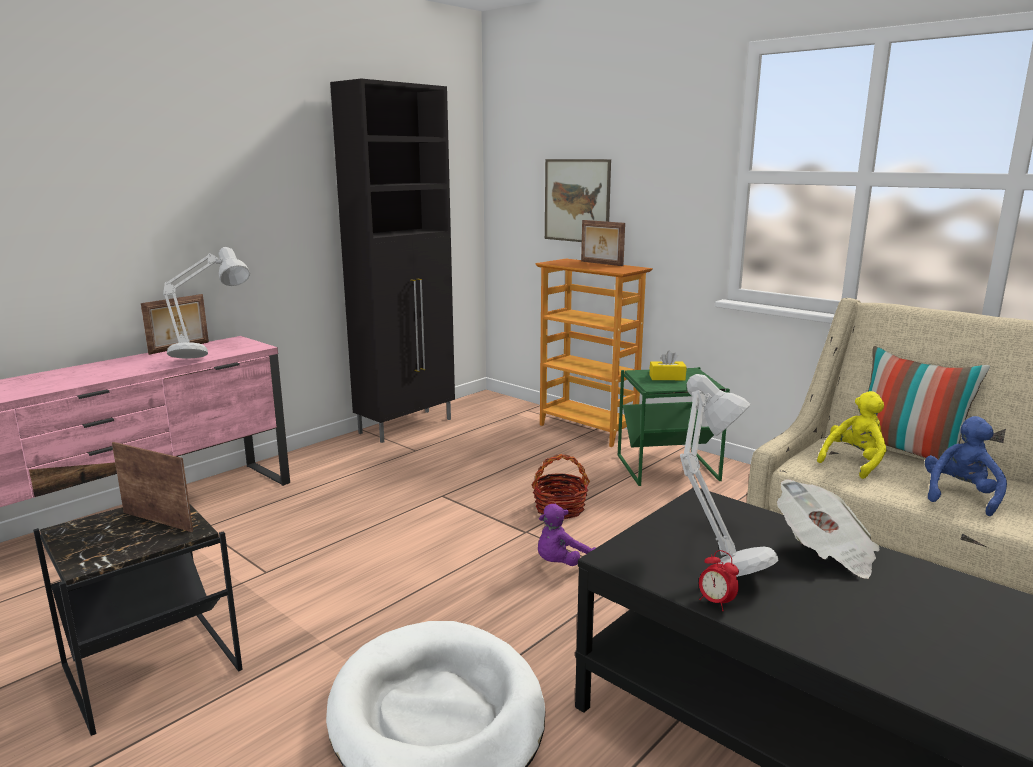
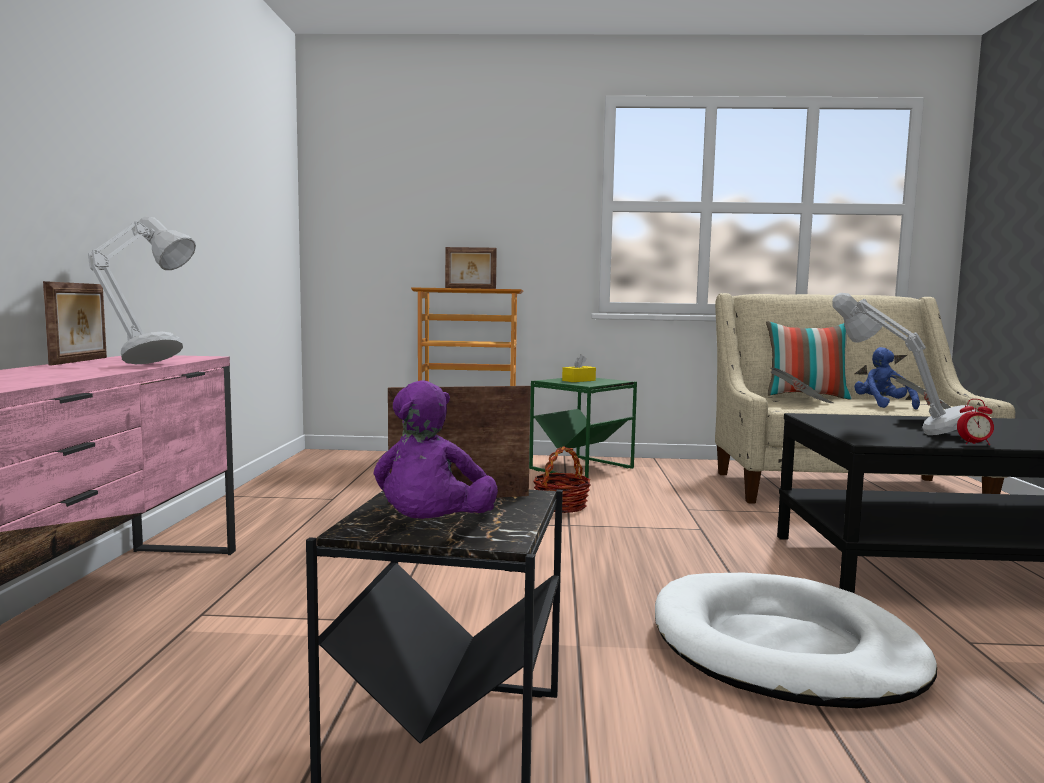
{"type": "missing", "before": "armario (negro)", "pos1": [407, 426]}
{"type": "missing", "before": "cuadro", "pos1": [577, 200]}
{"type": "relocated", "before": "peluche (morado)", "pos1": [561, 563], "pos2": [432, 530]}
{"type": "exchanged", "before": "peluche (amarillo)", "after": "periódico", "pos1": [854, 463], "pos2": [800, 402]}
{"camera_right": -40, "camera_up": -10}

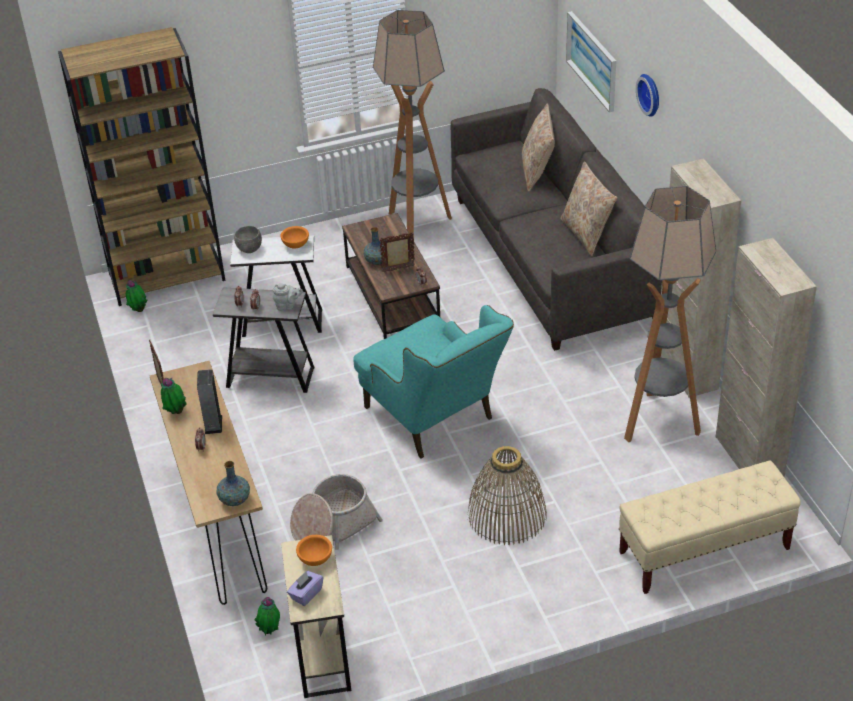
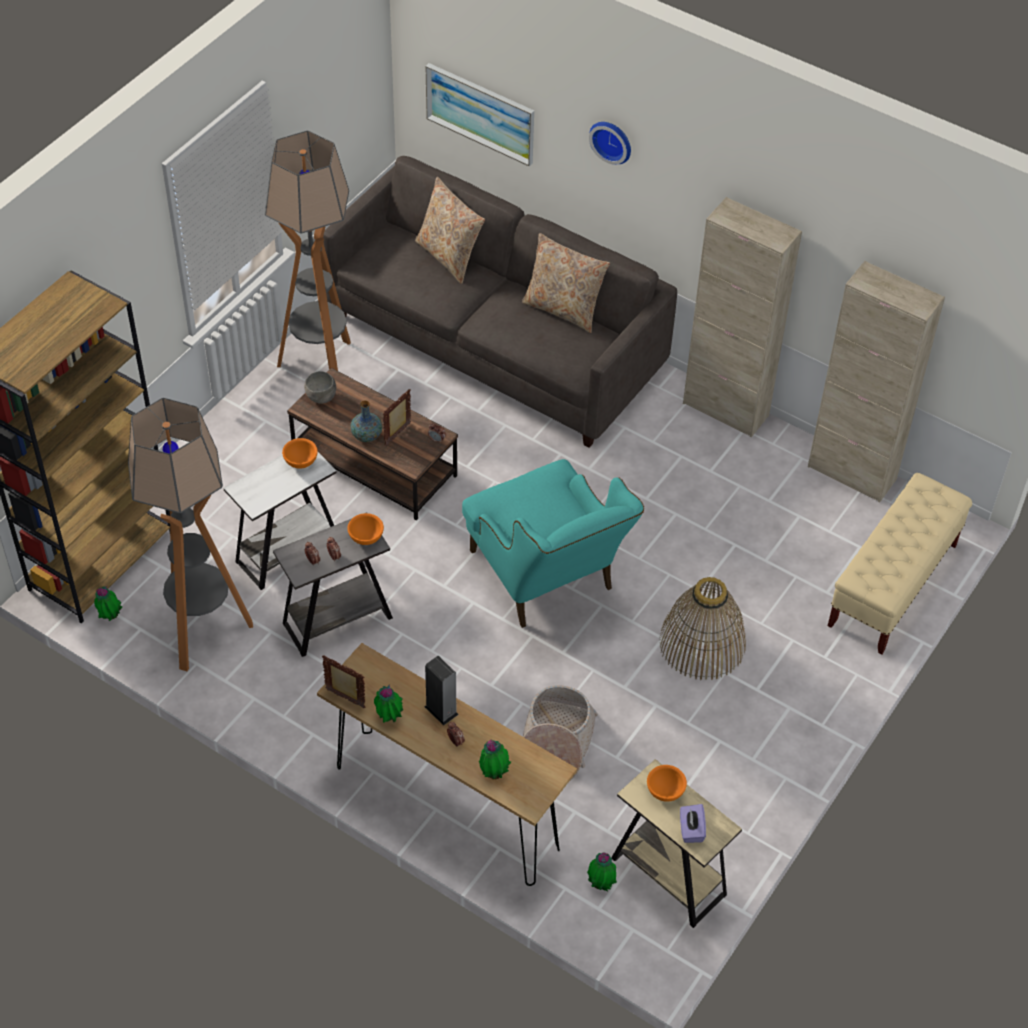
{"type": "missing", "before": "florero", "pos1": [234, 500]}
{"type": "appeared", "after": "planta en maceta", "pos2": [494, 773]}
{"type": "relocated", "before": "cuenco (gris)", "pos1": [249, 249], "pos2": [321, 398]}
{"type": "relocated", "before": "lámpara de pie", "pos1": [658, 422], "pos2": [203, 632]}
{"type": "exchanged", "before": "tetera (gris)", "after": "cuenco (naranja)", "pos1": [287, 306], "pos2": [365, 538]}
{"type": "spun", "before": "sillón (turquesa)", "pos1": [436, 420], "pos2": [548, 581], "turn": 45}
{"camera_right": -40, "camera_up": 10}

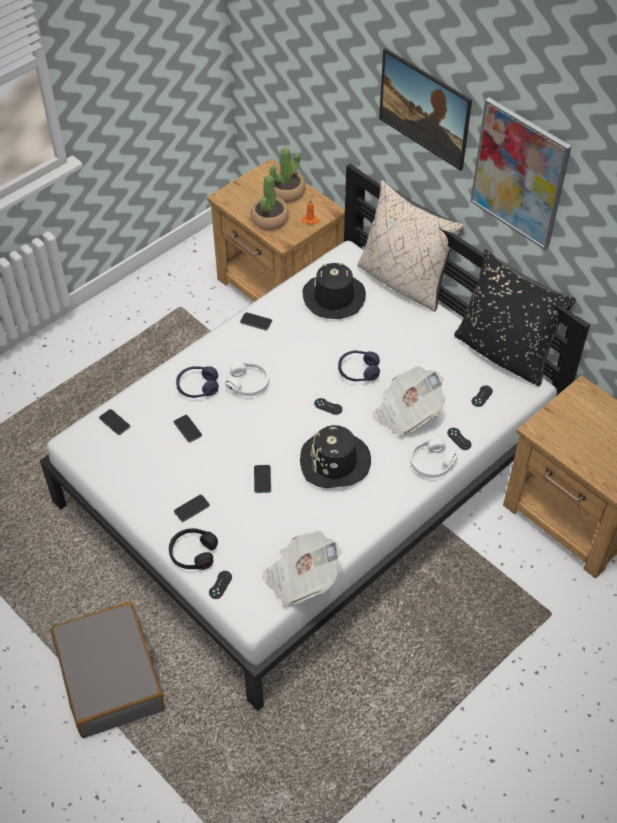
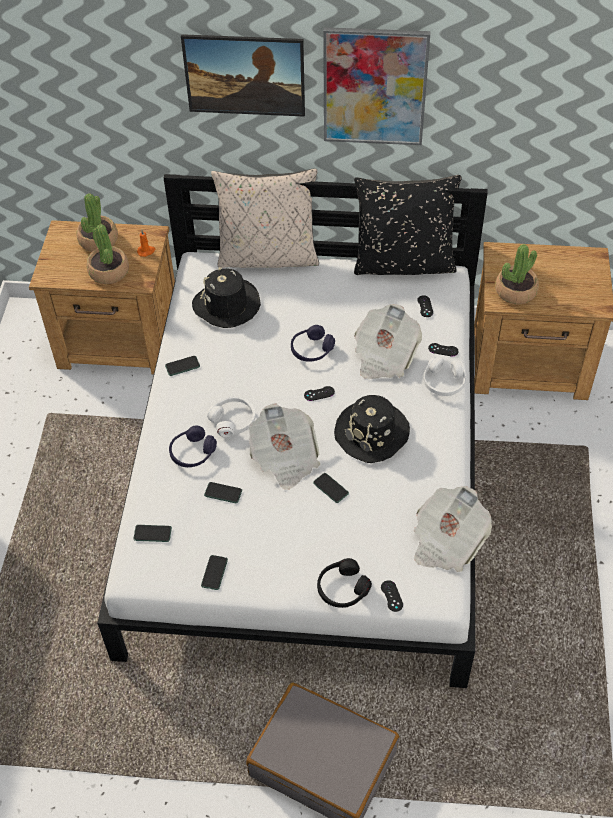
{"type": "appeared", "after": "periódico", "pos2": [285, 458]}
{"type": "appeared", "after": "planta en maceta", "pos2": [515, 291]}
{"type": "relocated", "before": "móvil", "pos1": [191, 508], "pos2": [214, 573]}
{"camera_right": -40, "camera_up": 0}

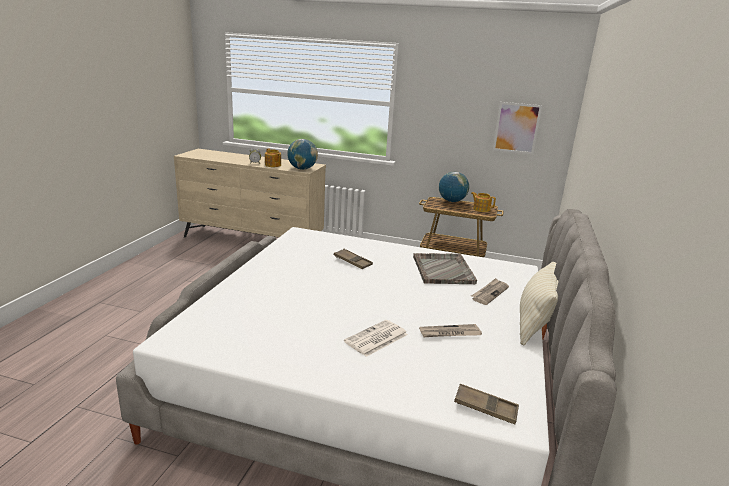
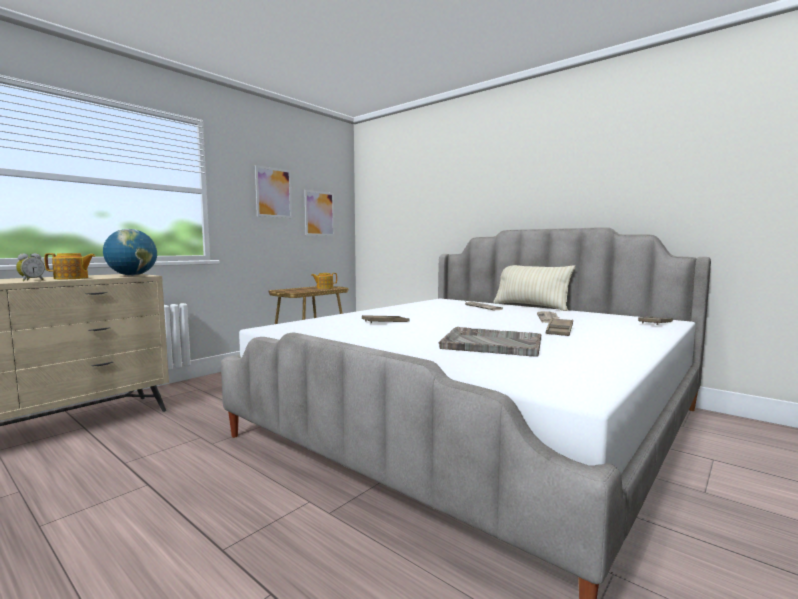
{"type": "missing", "before": "globo terráqueo", "pos1": [452, 201]}
{"type": "appeared", "after": "cuadro", "pos2": [273, 192]}
{"type": "relocated", "before": "bandeja (gris)", "pos1": [443, 269], "pos2": [491, 344]}
{"type": "exchanged", "before": "periódico", "after": "bandeja (marrón)", "pos1": [376, 339], "pos2": [559, 331]}
{"camera_right": -65, "camera_up": -15}

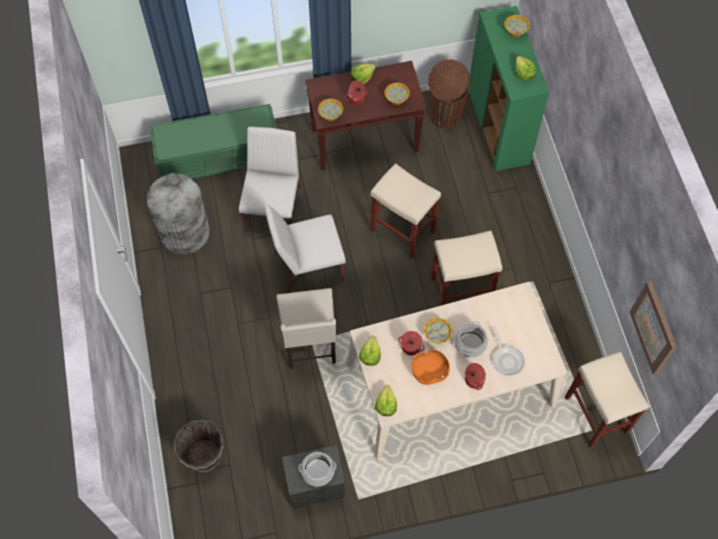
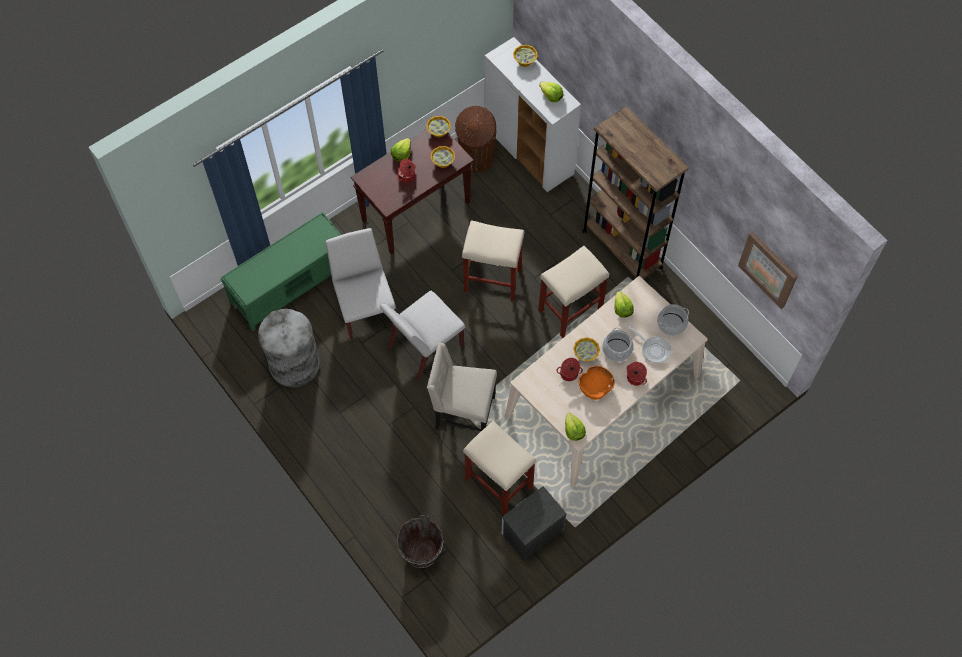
{"type": "appeared", "after": "estantería (marrón)", "pos2": [622, 249]}
{"type": "relocated", "before": "olla", "pos1": [318, 471], "pos2": [671, 324]}
{"type": "relocated", "before": "cuenco", "pos1": [330, 115], "pos2": [438, 132]}
{"type": "relocated", "before": "lechuga", "pos1": [370, 355], "pos2": [622, 309]}
{"type": "relocated", "before": "taburete (beis)", "pos1": [595, 414], "pos2": [498, 483]}
{"type": "colour", "before": "armario (verde)", "after": "armario (blanco)", "pos1": [498, 127], "pos2": [529, 151]}
{"type": "spun", "before": "silla (beis)", "pos1": [310, 343], "pos2": [463, 414], "turn": 135}
{"camera_right": -25, "camera_up": 0}

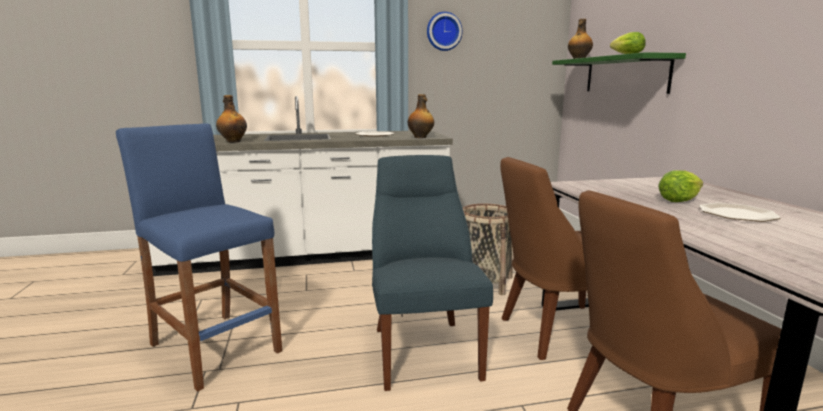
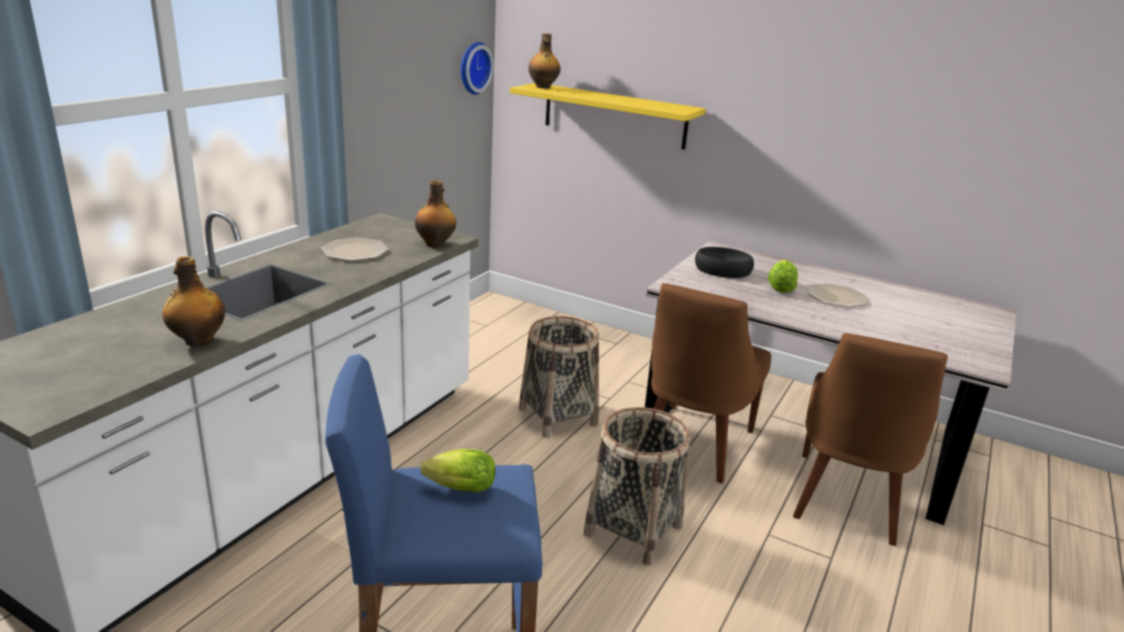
{"type": "appeared", "after": "cuenco (negro)", "pos2": [722, 270]}
{"type": "relocated", "before": "reloj de pared", "pos1": [443, 31], "pos2": [473, 68]}
{"type": "relocated", "before": "lechuga", "pos1": [625, 54], "pos2": [457, 489]}
{"type": "exchanged", "before": "silla (azul)", "after": "cesta", "pos1": [424, 349], "pos2": [633, 529]}
{"type": "colour", "before": "estante (verde)", "after": "estante (amarillo)", "pos1": [625, 75], "pos2": [614, 115]}
{"camera_right": -50, "camera_up": 10}

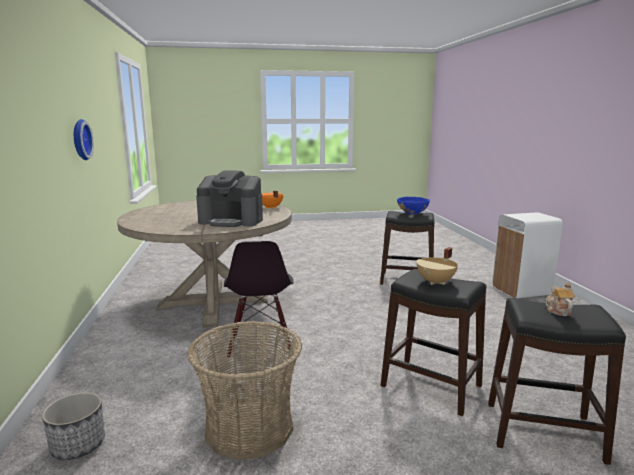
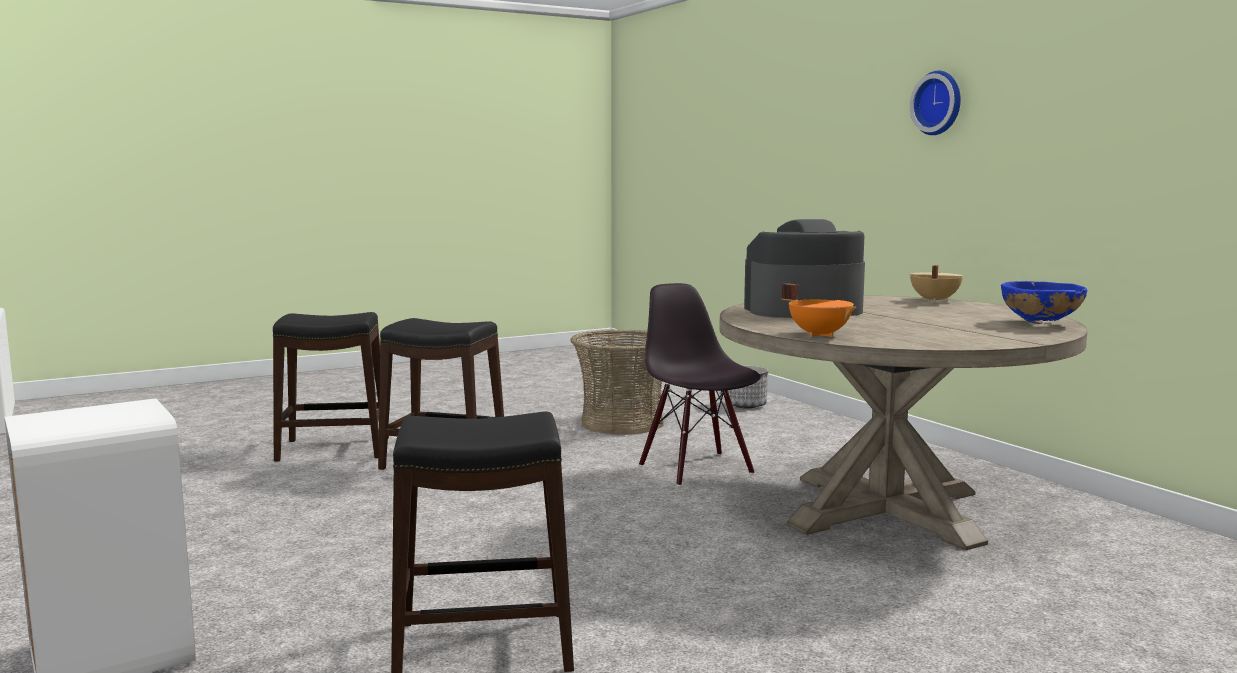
{"type": "missing", "before": "tetera", "pos1": [558, 310]}
{"type": "relocated", "before": "reloj de pared", "pos1": [79, 140], "pos2": [939, 103]}
{"type": "relocated", "before": "cuenco (azul)", "pos1": [412, 214], "pos2": [1040, 323]}
{"type": "relocated", "before": "olla (beis)", "pos1": [436, 282], "pos2": [933, 300]}
{"camera_right": 160, "camera_up": -5}

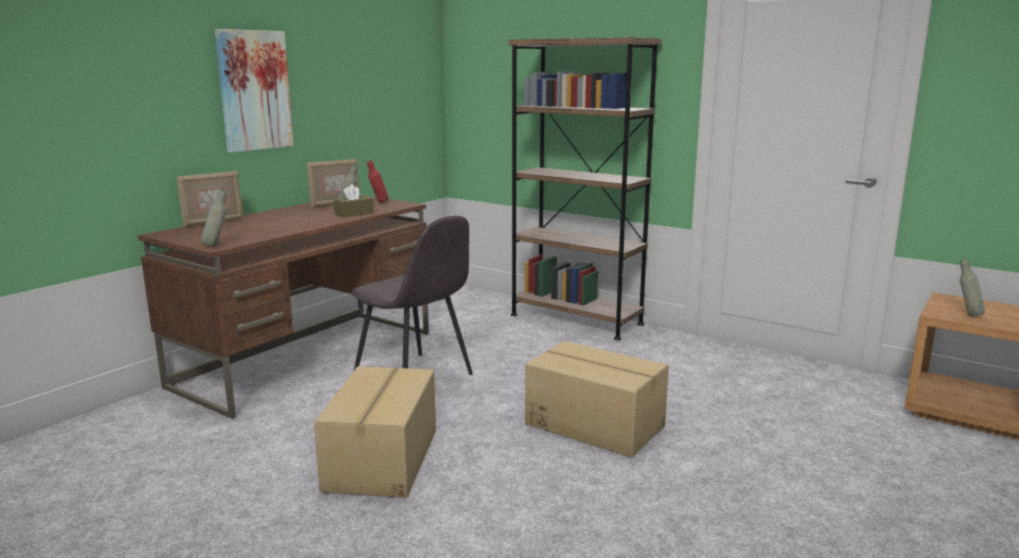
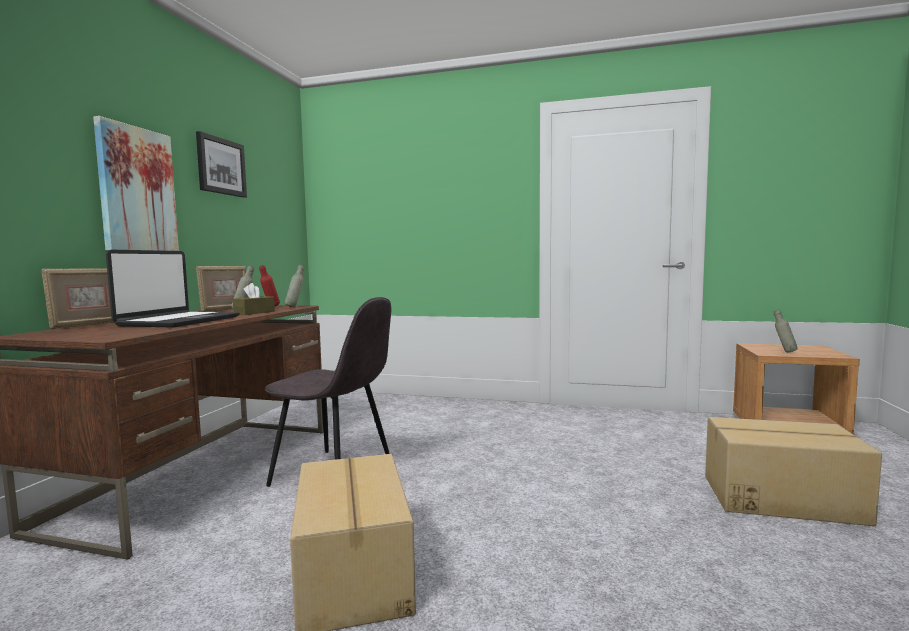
{"type": "missing", "before": "estantería (marrón)", "pos1": [576, 319]}
{"type": "appeared", "after": "portátil", "pos2": [179, 321]}
{"type": "appeared", "after": "cuadro", "pos2": [221, 166]}
{"type": "relocated", "before": "botella (gris)", "pos1": [217, 245], "pos2": [295, 307]}
{"type": "relocated", "before": "caja de cartón", "pos1": [595, 424], "pos2": [780, 498]}
{"camera_right": -20, "camera_up": -10}

